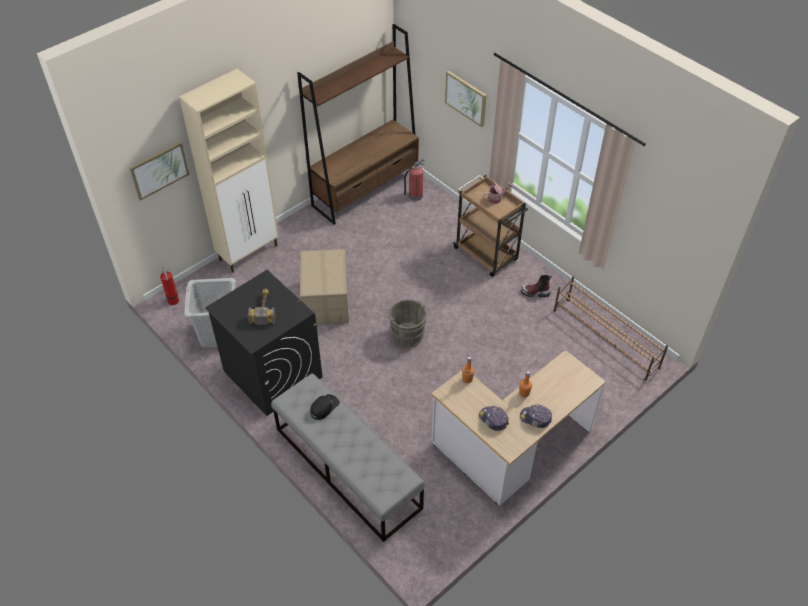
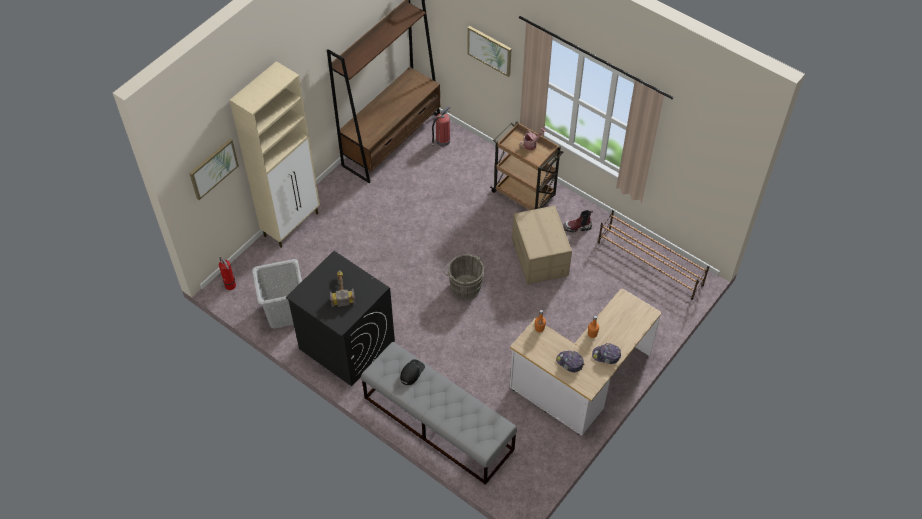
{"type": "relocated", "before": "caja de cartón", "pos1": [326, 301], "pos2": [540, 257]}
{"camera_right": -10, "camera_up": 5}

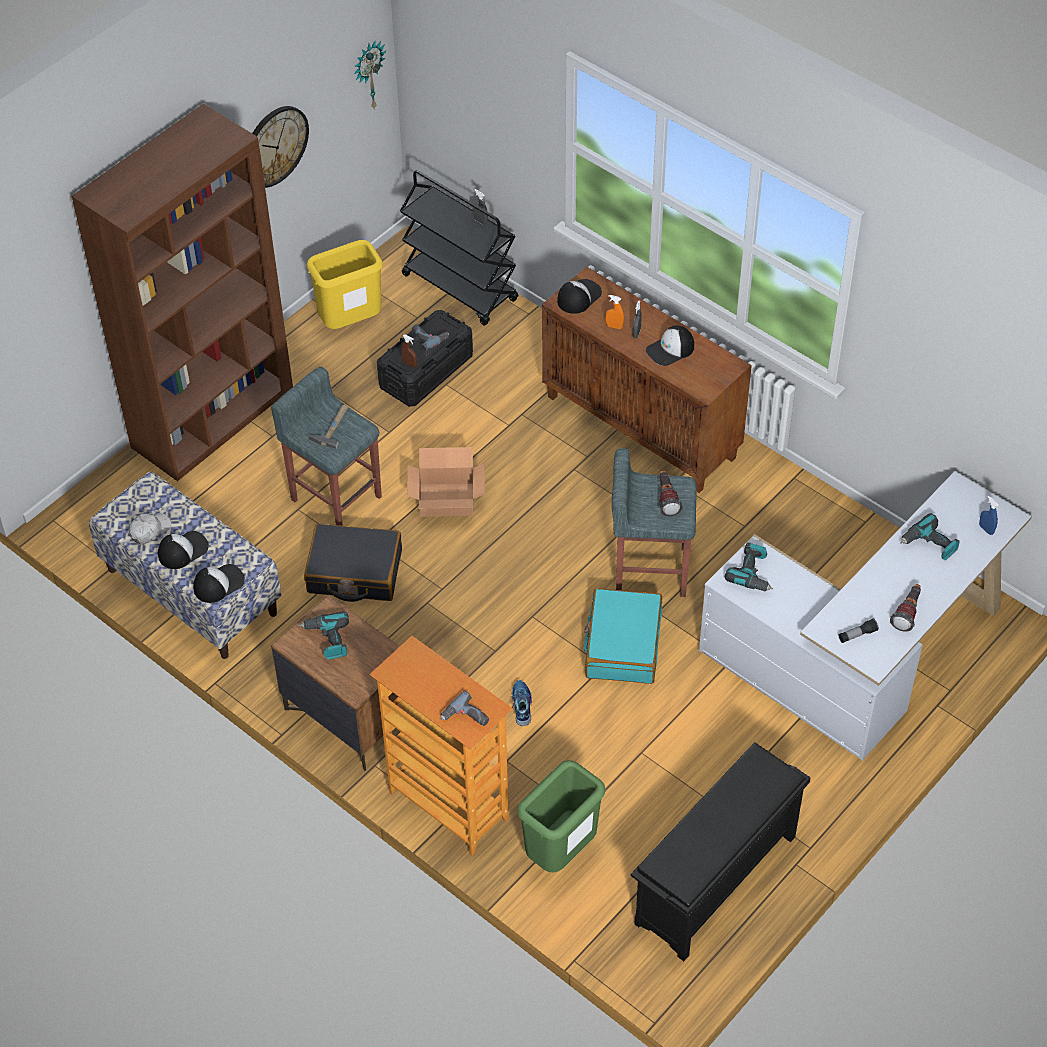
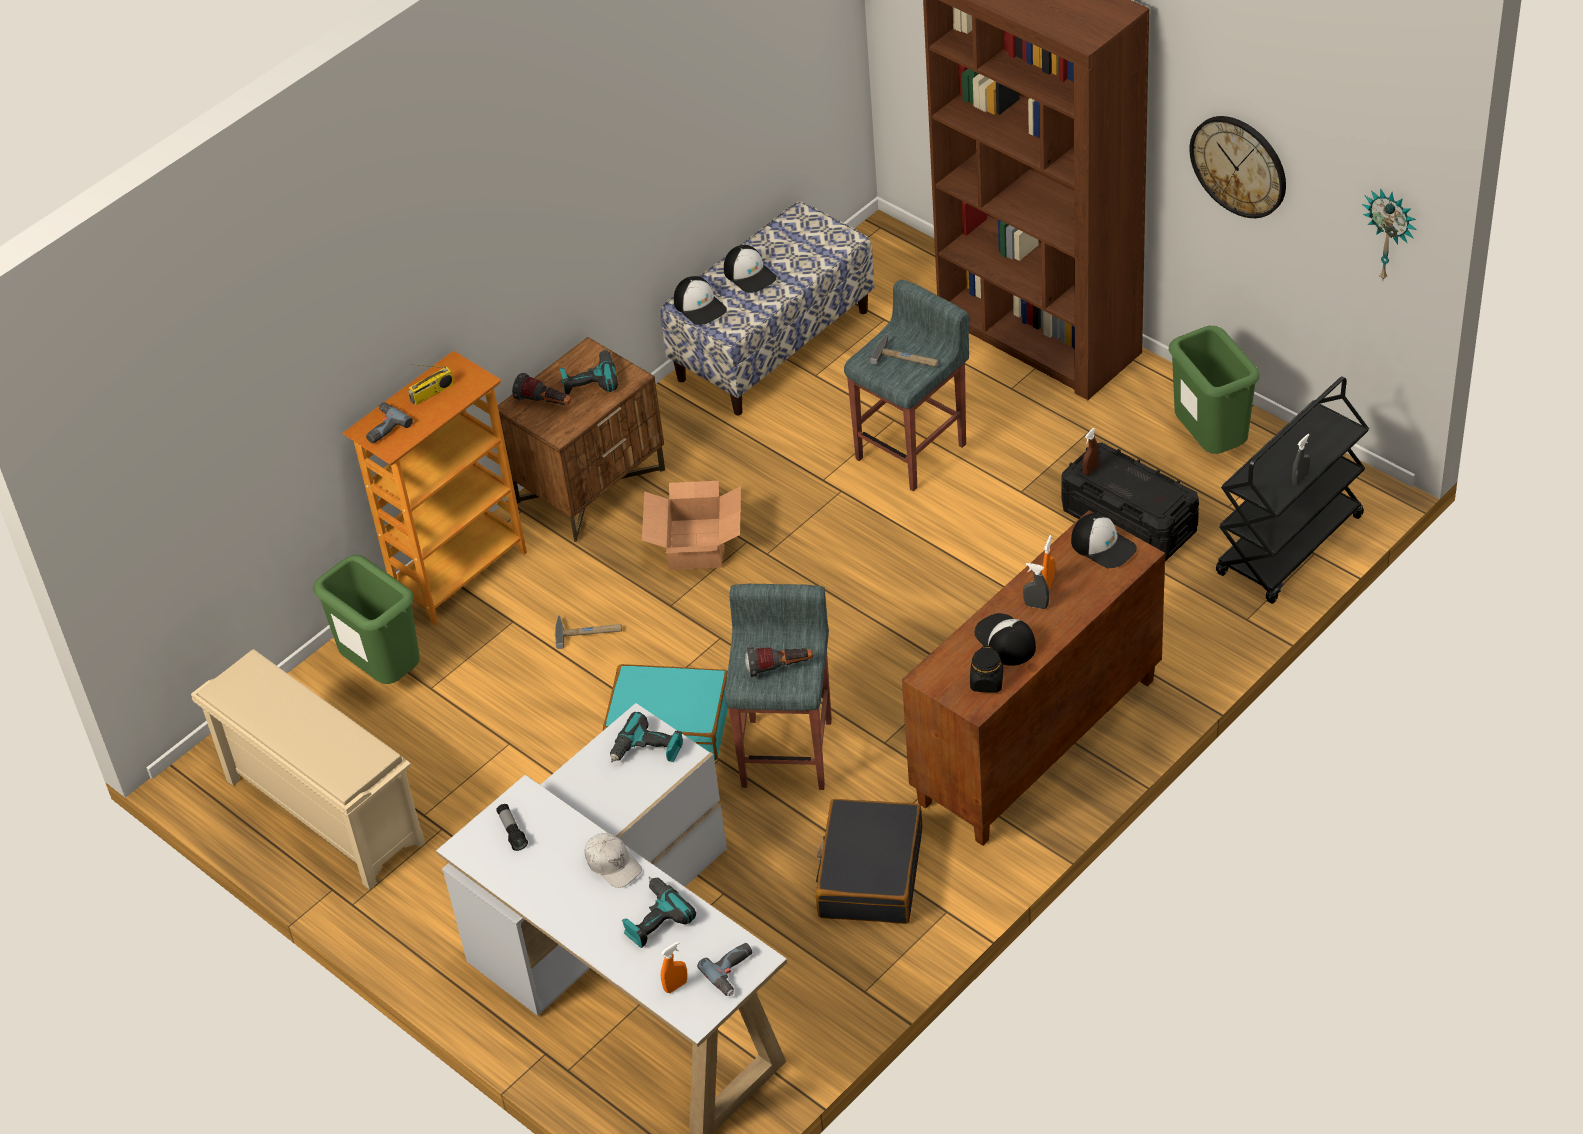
{"type": "appeared", "after": "radio", "pos2": [432, 393]}
{"type": "appeared", "after": "tarro (negro)", "pos2": [987, 682]}
{"type": "relocated", "before": "gorra (blanco)", "pos1": [149, 530], "pos2": [613, 864]}
{"type": "relocated", "before": "maleta (negro)", "pos1": [354, 572], "pos2": [869, 874]}
{"type": "relocated", "before": "caja de cartón", "pos1": [446, 499], "pos2": [697, 543]}
{"type": "relocated", "before": "taladro", "pos1": [429, 337], "pos2": [733, 972]}
{"type": "relocated", "before": "linterna", "pos1": [907, 612], "pos2": [545, 403]}
{"type": "exchanged", "before": "zapato", "after": "martillo", "pos1": [521, 705], "pos2": [588, 631]}
{"type": "colour", "before": "papelera (amarillo)", "after": "papelera (verde)", "pos1": [351, 323], "pos2": [1211, 443]}
{"type": "colour", "before": "zapatero (negro)", "after": "zapatero (beis)", "pos1": [715, 882], "pos2": [322, 811]}
{"type": "colour", "before": "pulverizador (azul)", "after": "pulverizador (naranja)", "pos1": [986, 529], "pos2": [676, 986]}
{"camera_right": 95, "camera_up": -5}

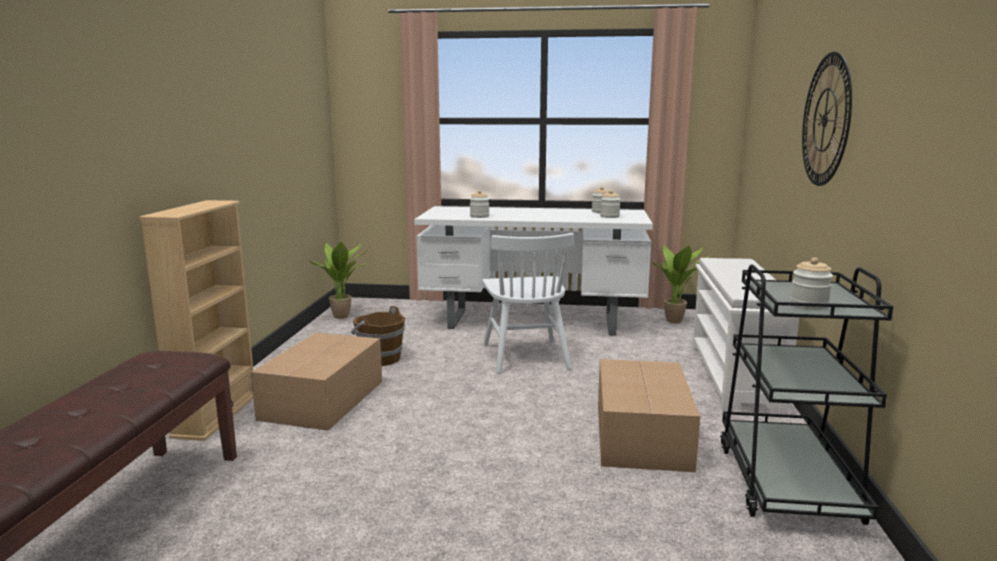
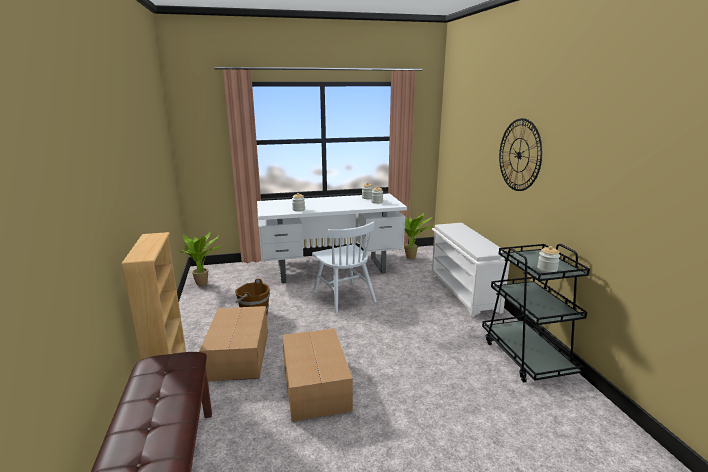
{"type": "relocated", "before": "caja de cartón", "pos1": [641, 436], "pos2": [315, 386]}
{"camera_right": -20, "camera_up": 5}

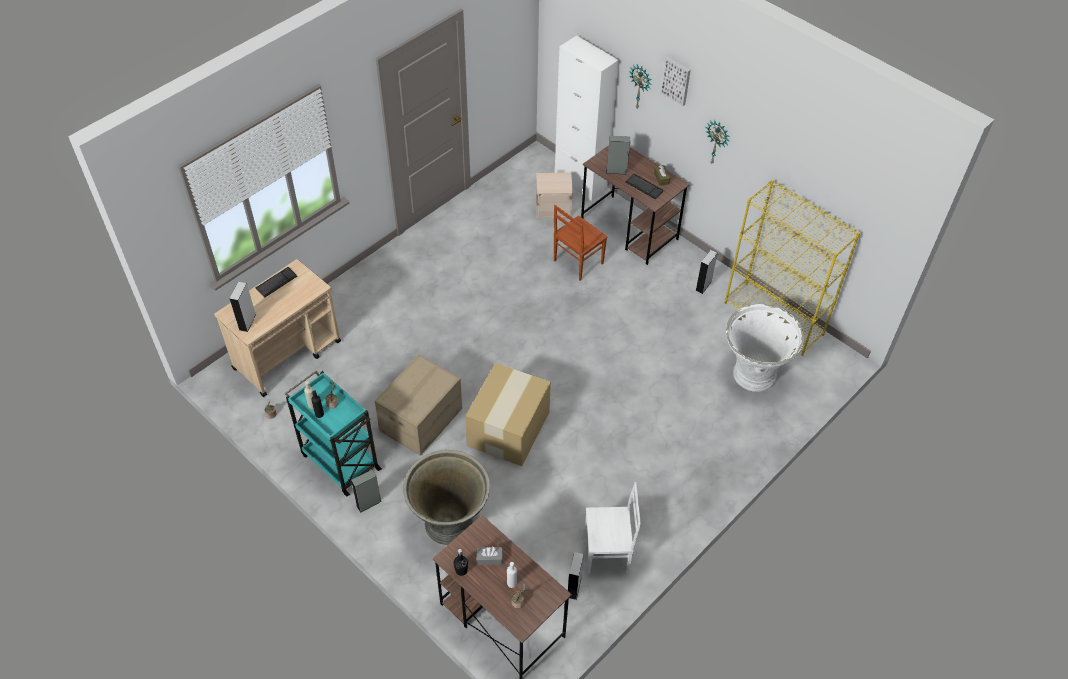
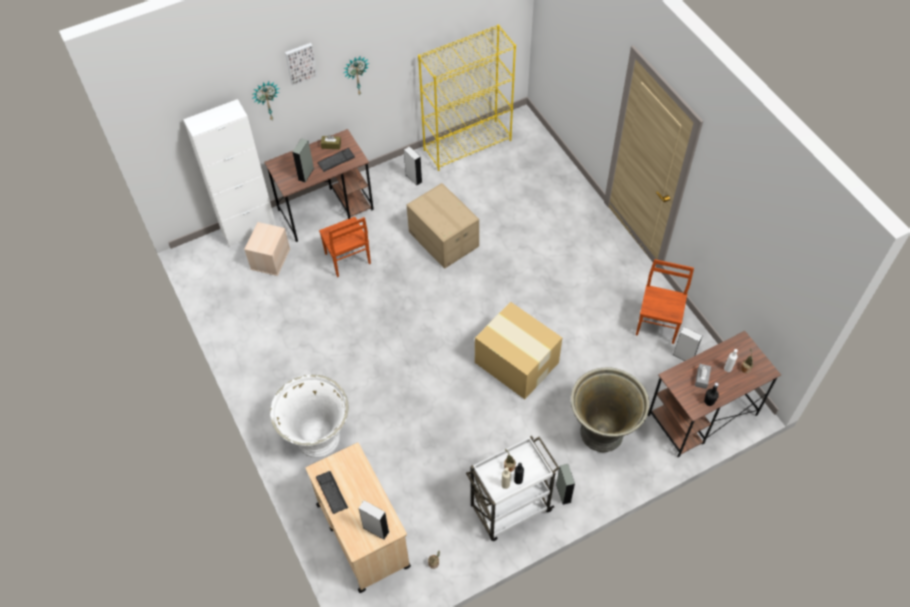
{"type": "relocated", "before": "caja de cartón", "pos1": [420, 419], "pos2": [443, 239]}
{"type": "relocated", "before": "maceta (blanco)", "pos1": [753, 374], "pos2": [318, 439]}
{"type": "colour", "before": "carrito (turquesa)", "after": "carrito (blanco)", "pos1": [339, 461], "pos2": [509, 509]}
{"type": "colour", "before": "silla (blanco)", "after": "silla (marrón)", "pos1": [607, 553], "pos2": [658, 325]}
{"camera_right": -70, "camera_up": 5}

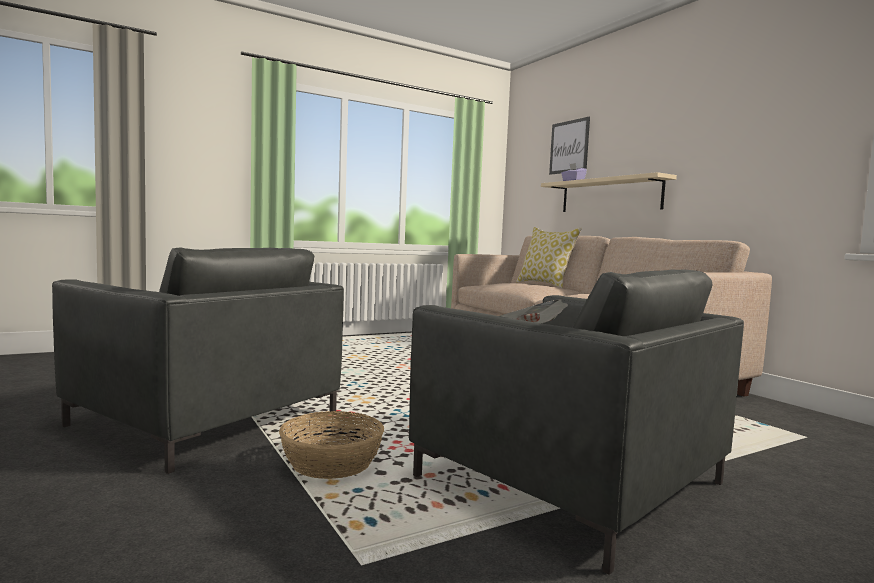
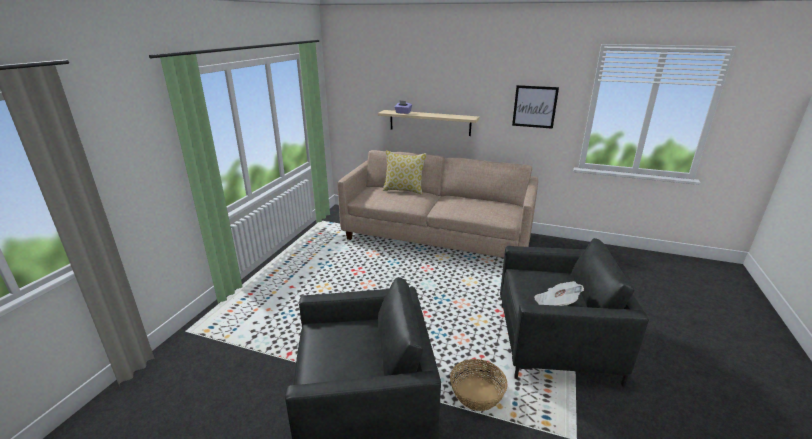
{"type": "relocated", "before": "cuadro", "pos1": [569, 146], "pos2": [534, 106]}
{"camera_right": -40, "camera_up": 20}

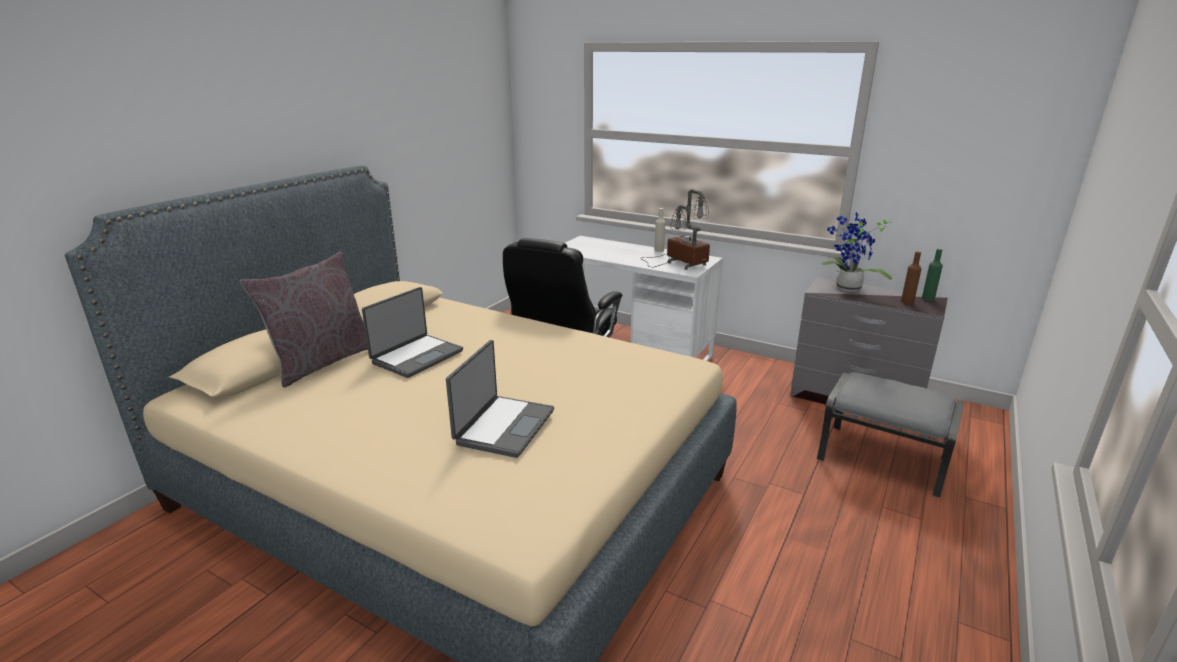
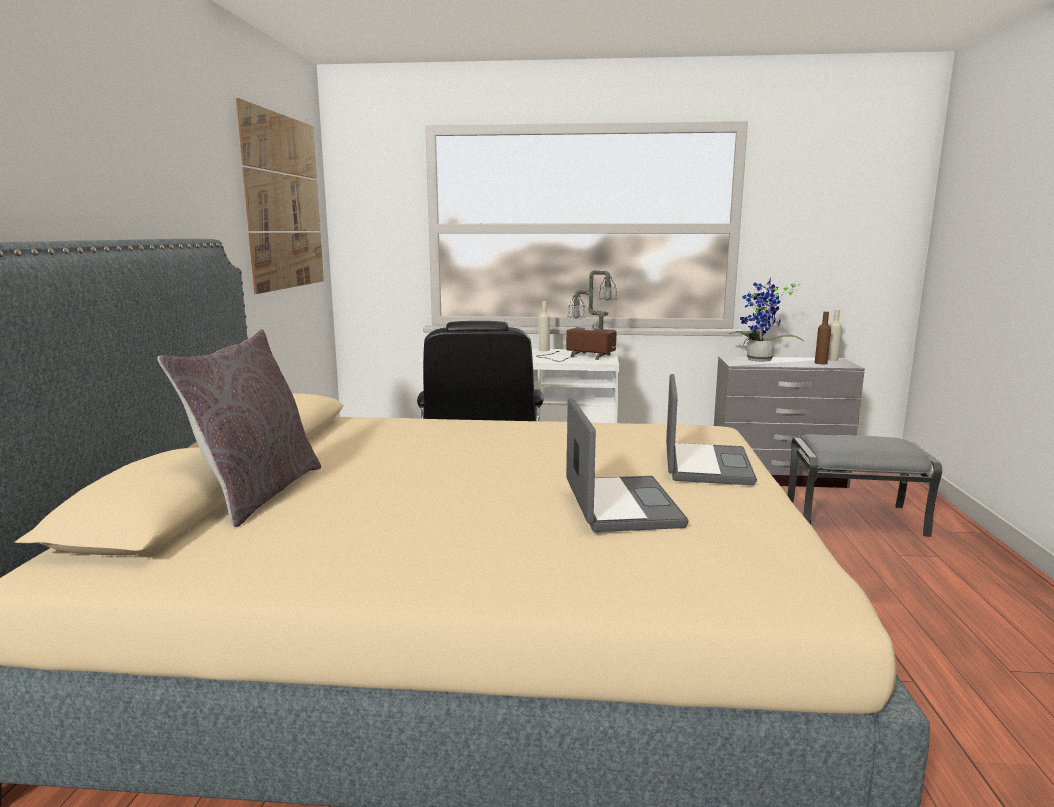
{"type": "appeared", "after": "cuadro", "pos2": [284, 202]}
{"type": "relocated", "before": "portátil", "pos1": [416, 356], "pos2": [704, 465]}
{"type": "colour", "before": "botella (verde)", "after": "botella (beis)", "pos1": [928, 298], "pos2": [832, 360]}
{"camera_right": -25, "camera_up": -10}

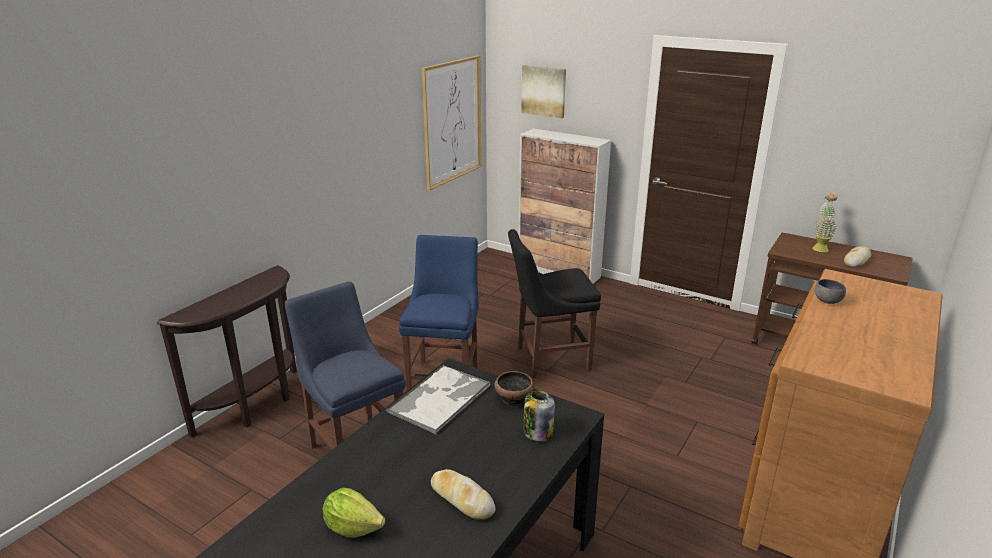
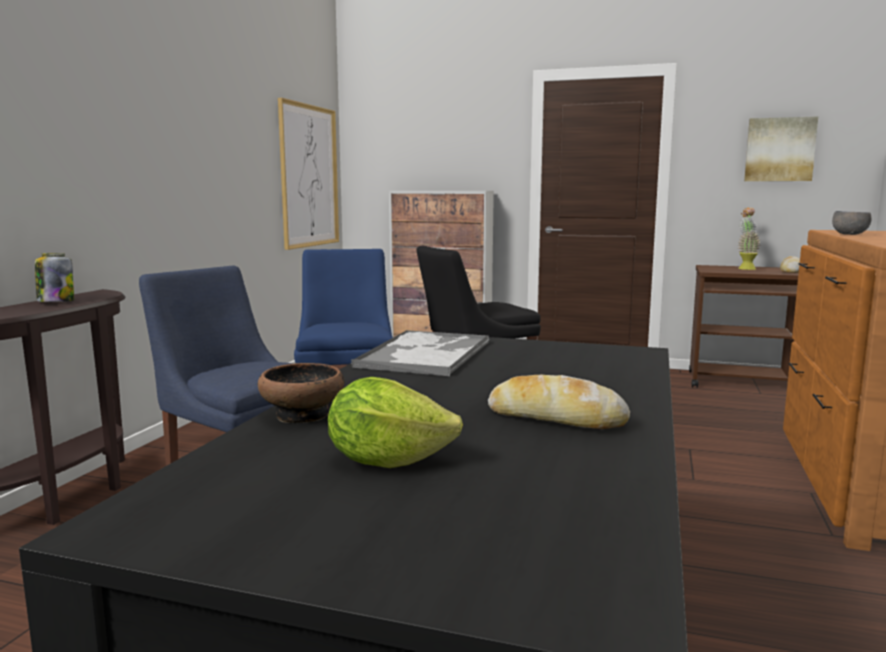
{"type": "relocated", "before": "cuenco", "pos1": [514, 397], "pos2": [303, 414]}
{"type": "relocated", "before": "cuadro", "pos1": [544, 91], "pos2": [779, 149]}
{"type": "relocated", "before": "tarro", "pos1": [537, 432], "pos2": [56, 302]}
{"camera_right": -15, "camera_up": -15}

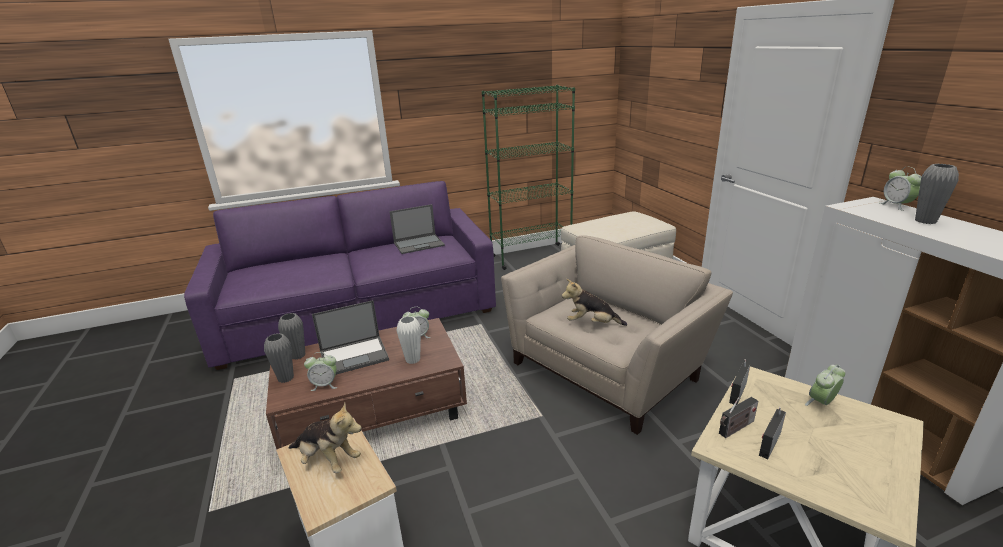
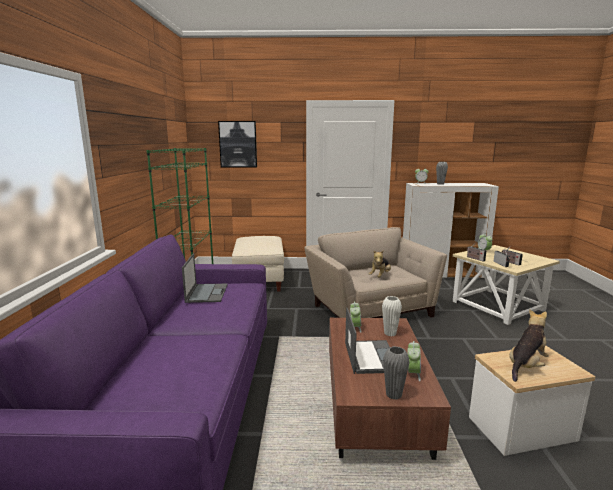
{"type": "missing", "before": "florero (gris)", "pos1": [298, 355]}
{"type": "appeared", "after": "cuadro", "pos2": [238, 144]}
{"camera_right": -70, "camera_up": -10}

